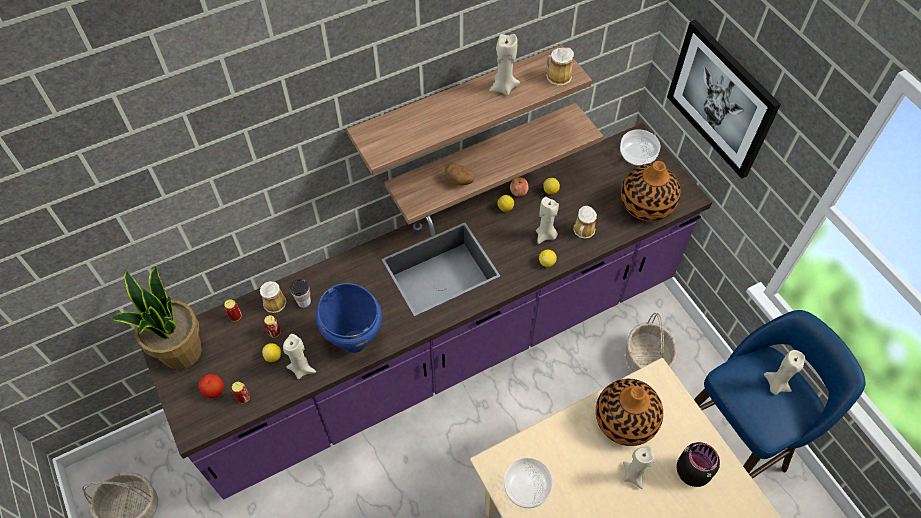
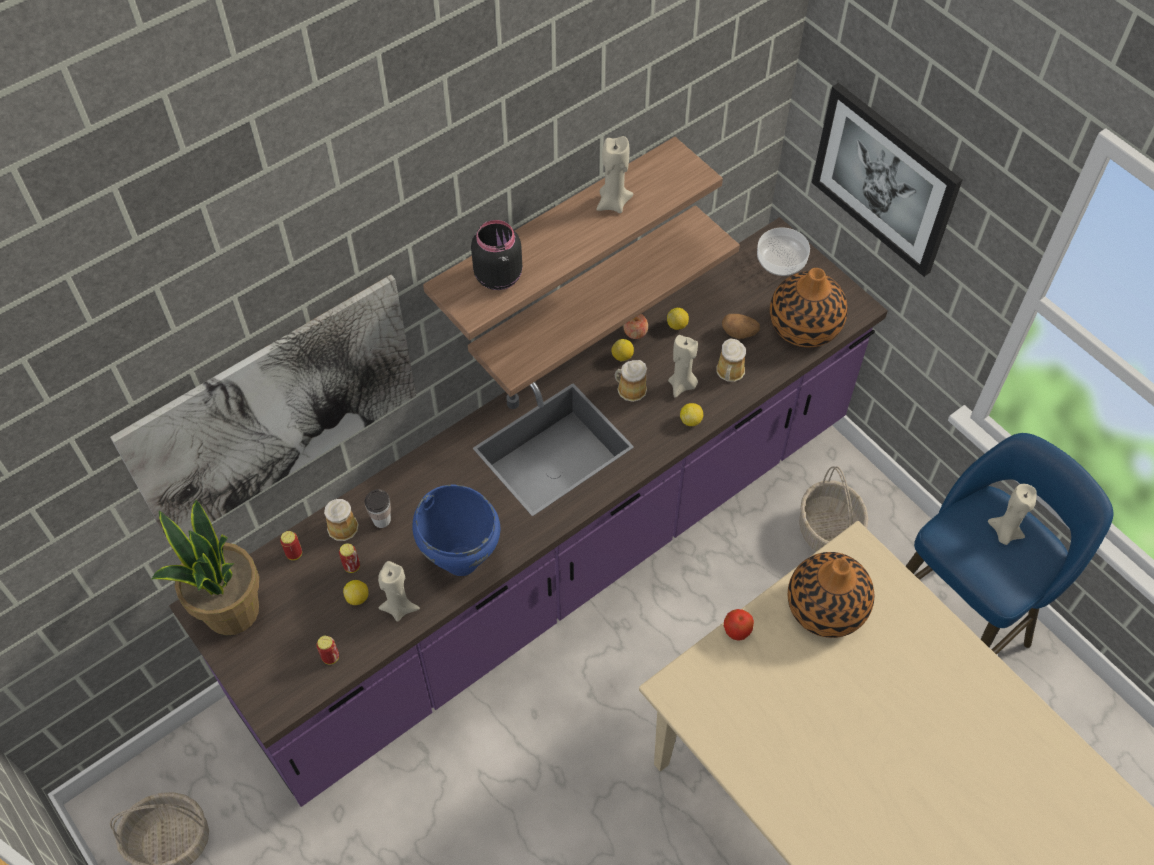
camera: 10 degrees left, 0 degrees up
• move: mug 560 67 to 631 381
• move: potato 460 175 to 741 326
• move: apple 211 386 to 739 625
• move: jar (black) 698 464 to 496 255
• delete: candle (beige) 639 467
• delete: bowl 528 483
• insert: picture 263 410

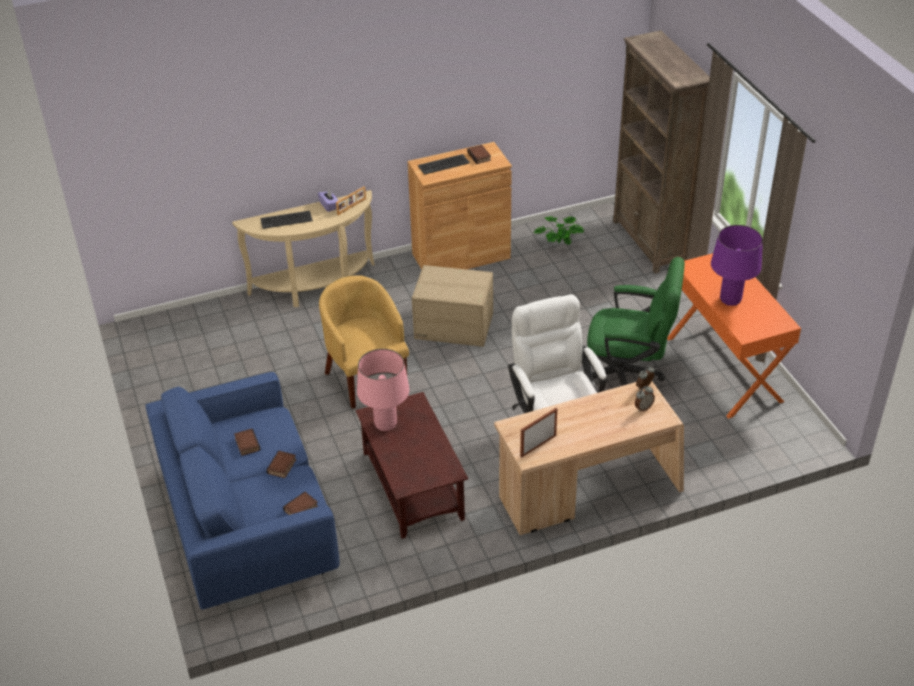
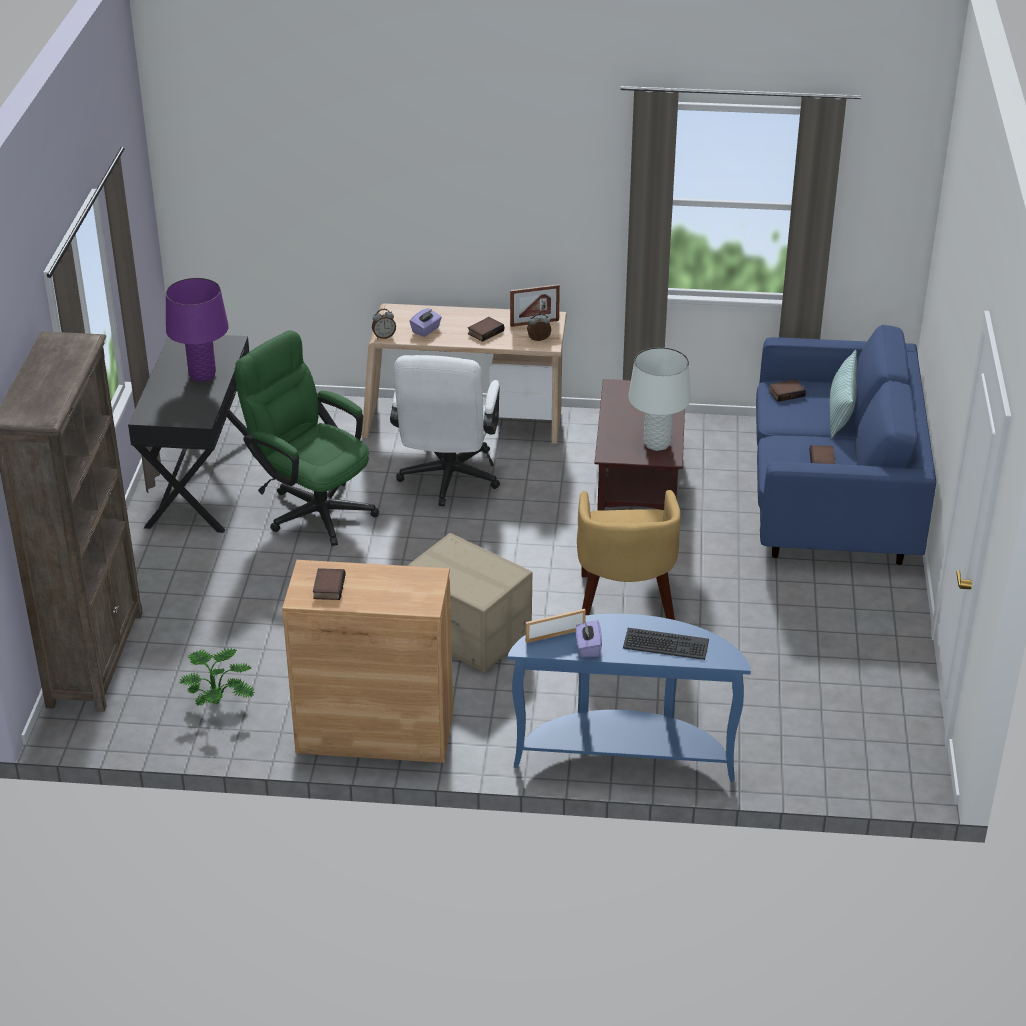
camera: 155 degrees left, 5 degrees down
• delete: keyboard 444 164
• recolor: console table (beige) 303 248 to console table (blue) 629 698
• recolor: desk (orange) 734 336 to desk (black) 188 434
• recolor: table lamp (pink) 383 390 to table lamp (white) 659 399
• move: alarm clock 645 399 to 539 327
• move: book 281 464 to 486 329
• insert: tissue box (purple) 426 322
• insert: pillow 843 394

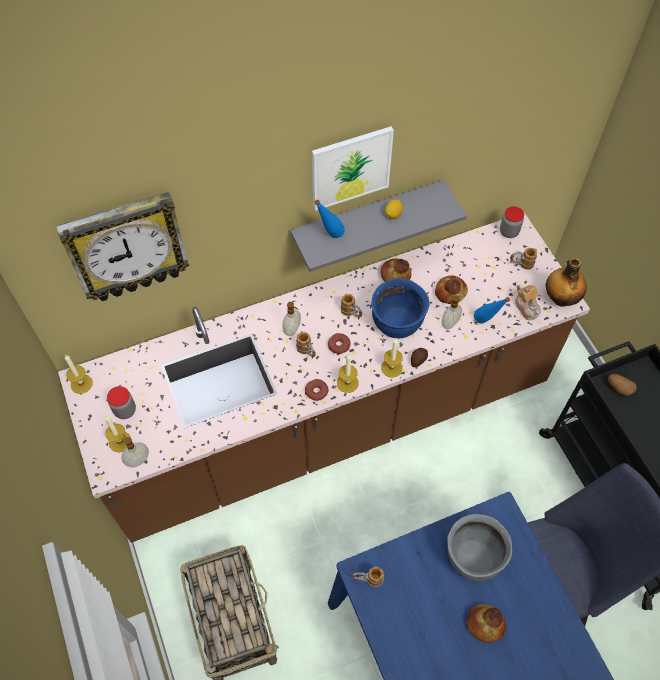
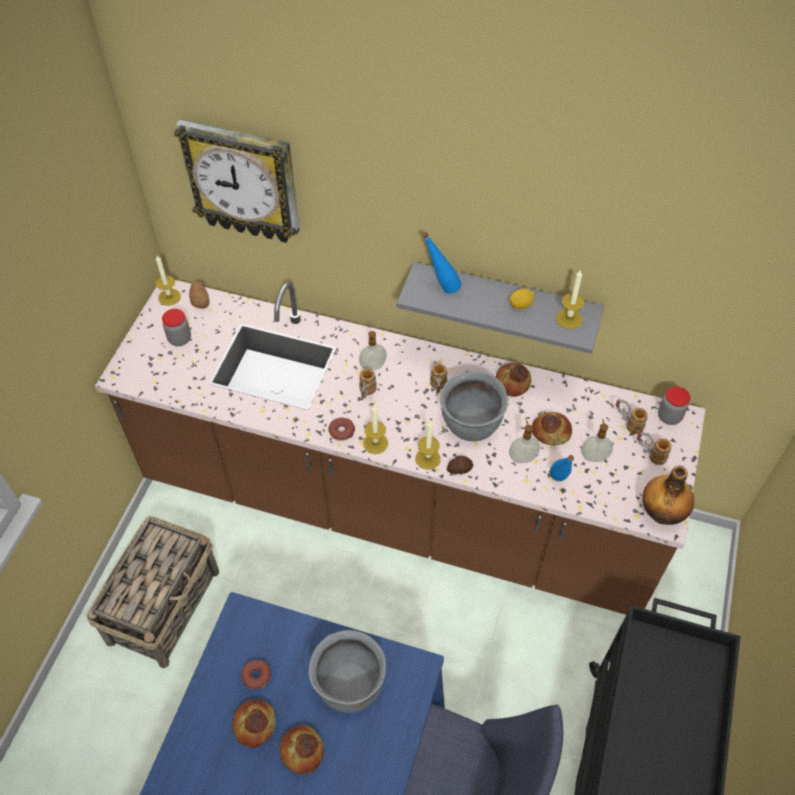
camera: 40 degrees right, 5 degrees down
• delete: picture 353 168
• recolor: cooking pot (blue) 400 308 to cooking pot (grey) 474 406
• delete: teapot 528 302
• move: donut 339 344 to 256 674
• move: potato 622 385 to 199 295
• move: candle 118 434 to 570 299
• move: soap dispenser 135 450 to 597 440
• move: mug 367 577 to 632 416
• insert: bread 254 724

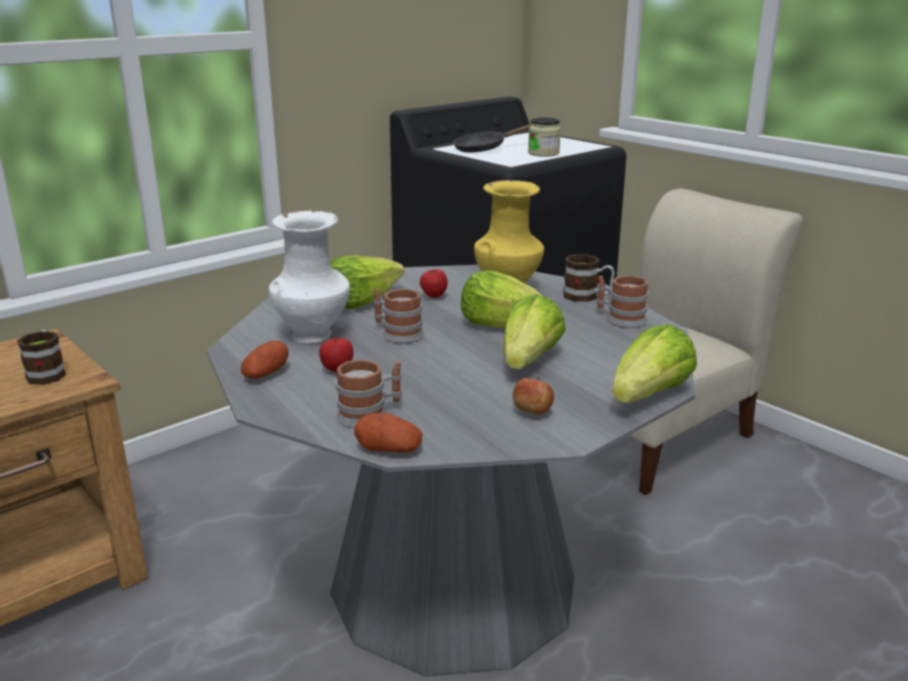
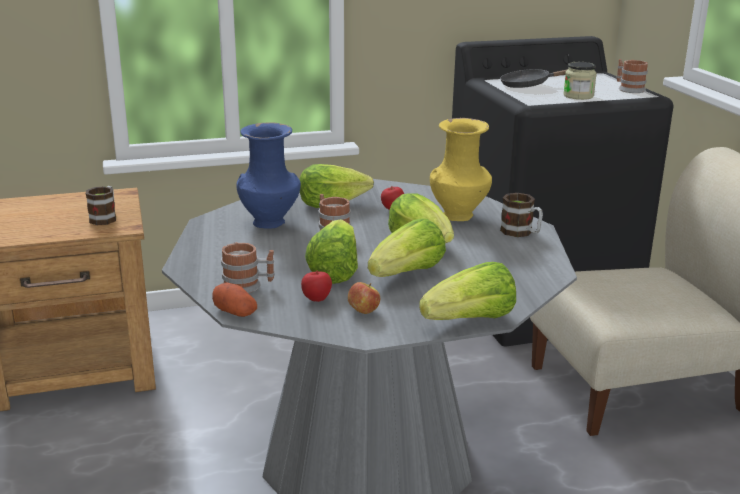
camera: 25 degrees right, 0 degrees up
• recolor: vase (white) 309 277 to vase (blue) 268 175
• move: mug 623 302 to 632 76
• move: apple 336 355 to 316 286
• delete: potato 265 359
• insert: lettuce 331 252

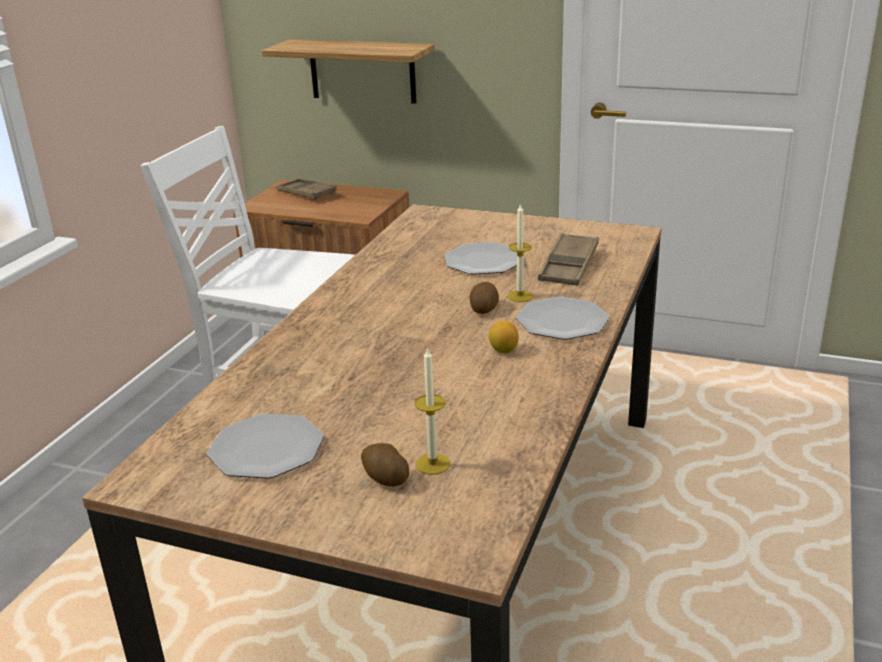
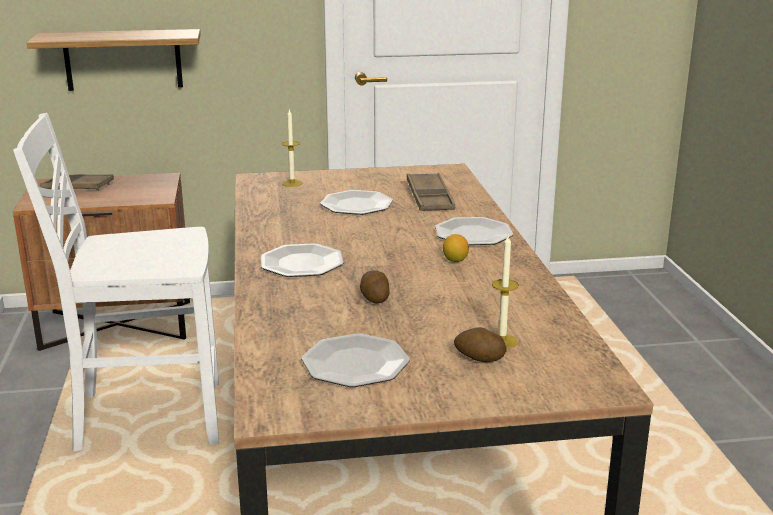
camera: 30 degrees left, 5 degrees down
• move: candle 520 252 to 292 148
• move: potato 484 298 to 375 287
• insert: plate 302 260

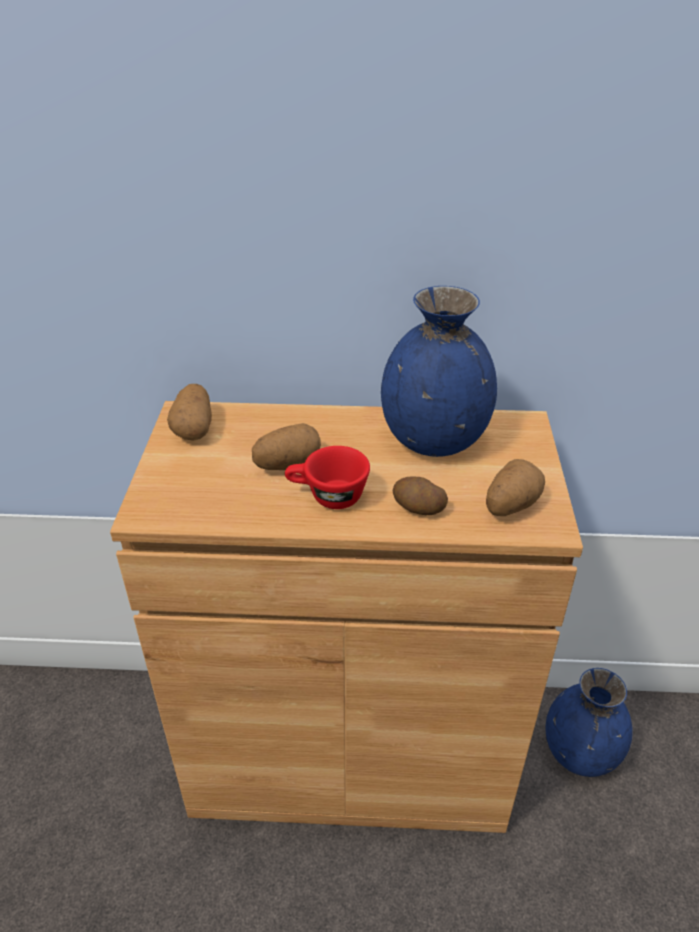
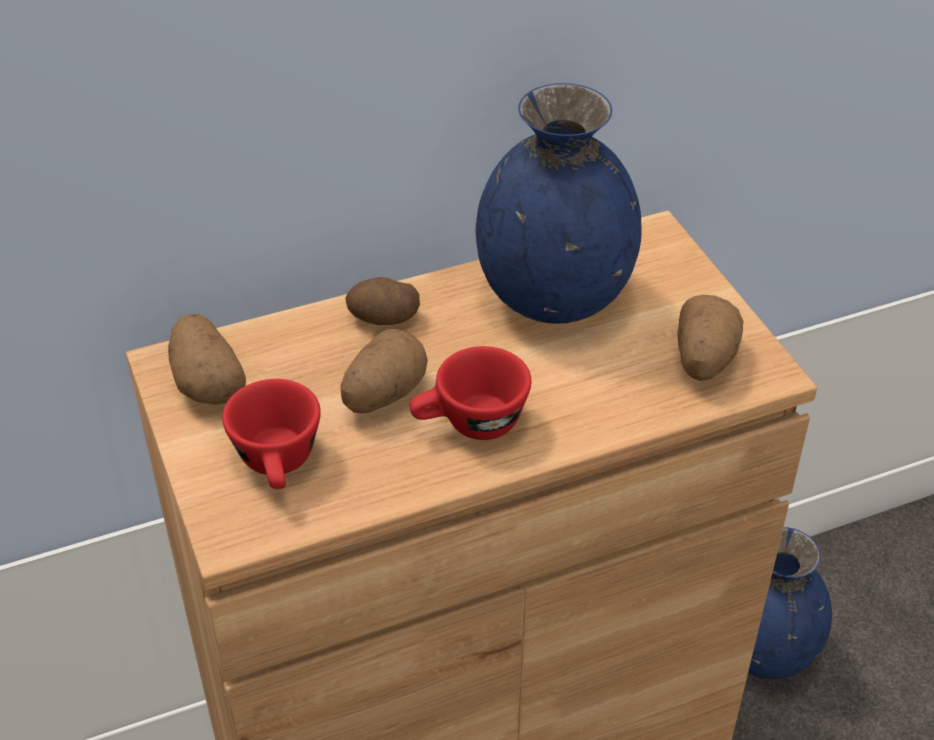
camera: 25 degrees left, 5 degrees up
• move: potato 420 495 to 382 301
• insert: cup (red) 271 434

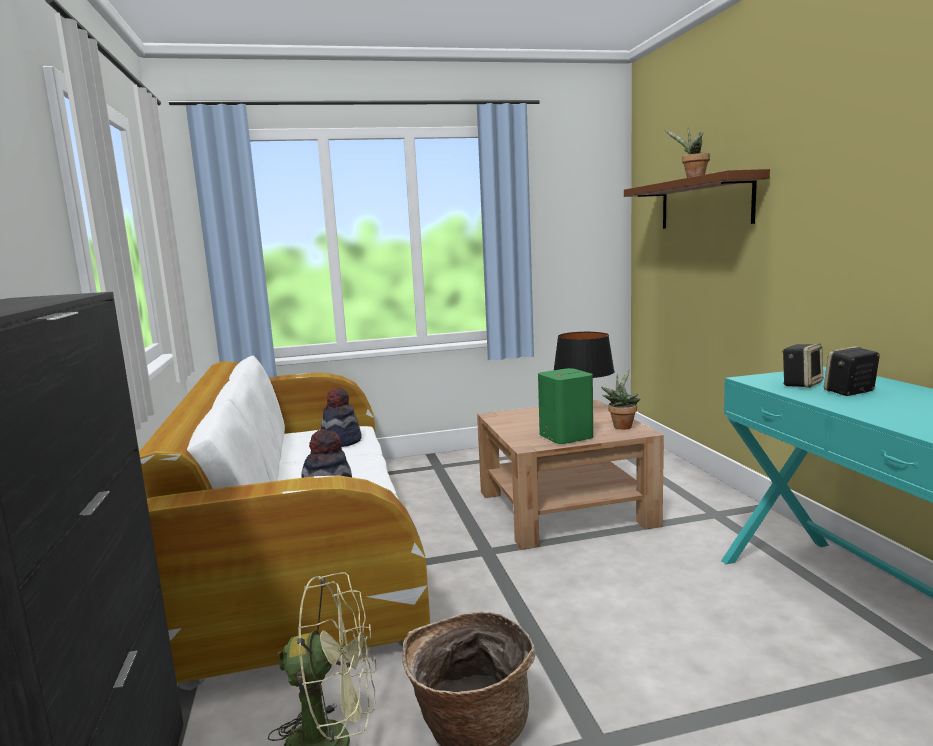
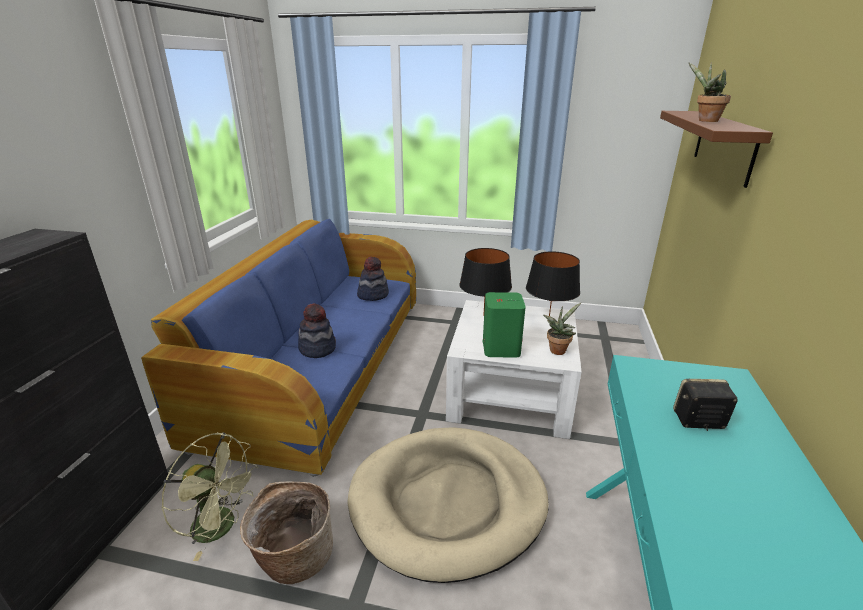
camera: 25 degrees right, 15 degrees up
• delete: speaker 802 365
• recolor: sofa (white) 284 523 to sofa (blue) 278 348
• recolor: coffee table (brown) 570 475 to coffee table (white) 514 369
• insert: table lamp (black) 485 282
• insert: dog bed (beige) 448 505

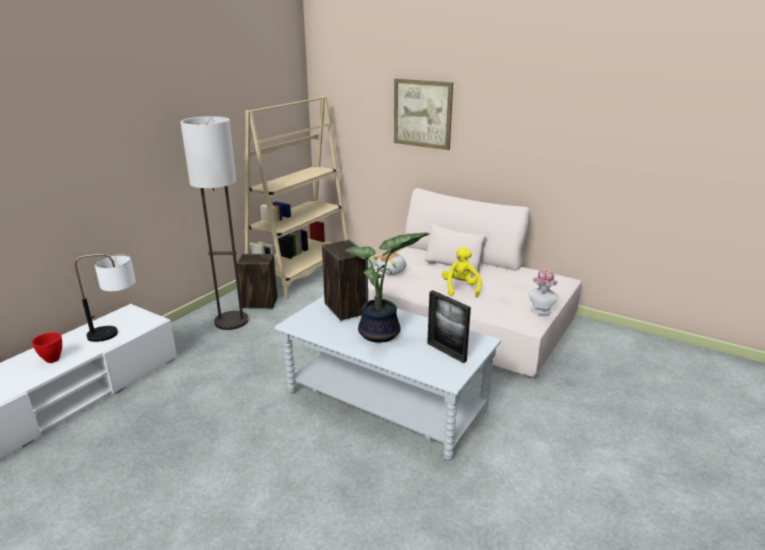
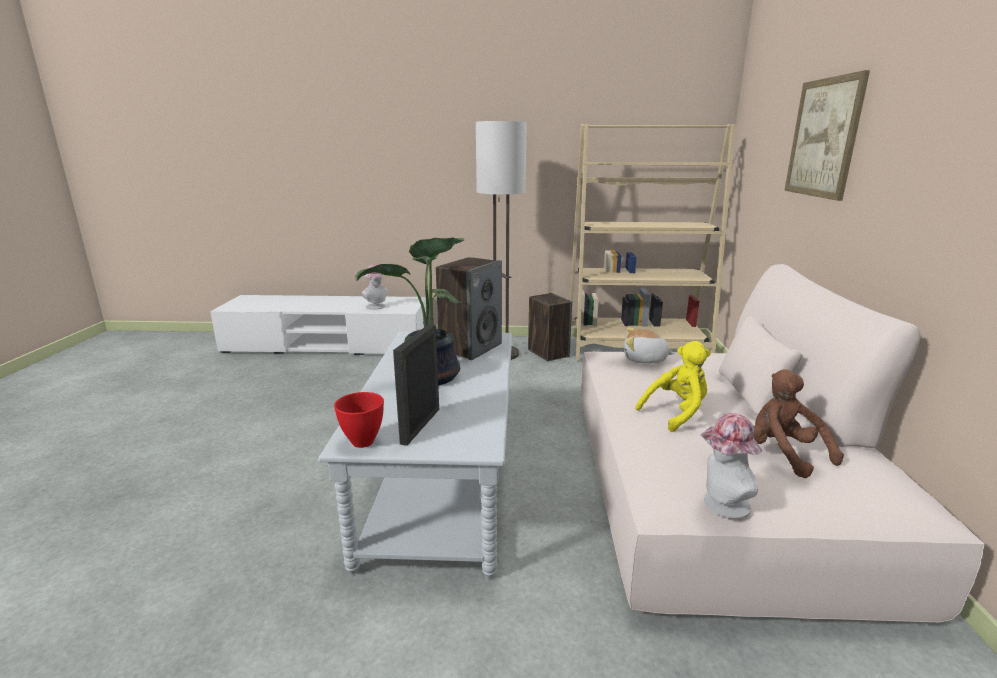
camera: 60 degrees right, 5 degrees down
• replace: table lamp 105 298 to hat 375 286
• move: bowl (red) 47 347 to 359 420
• insert: plush toy (brown) 798 423

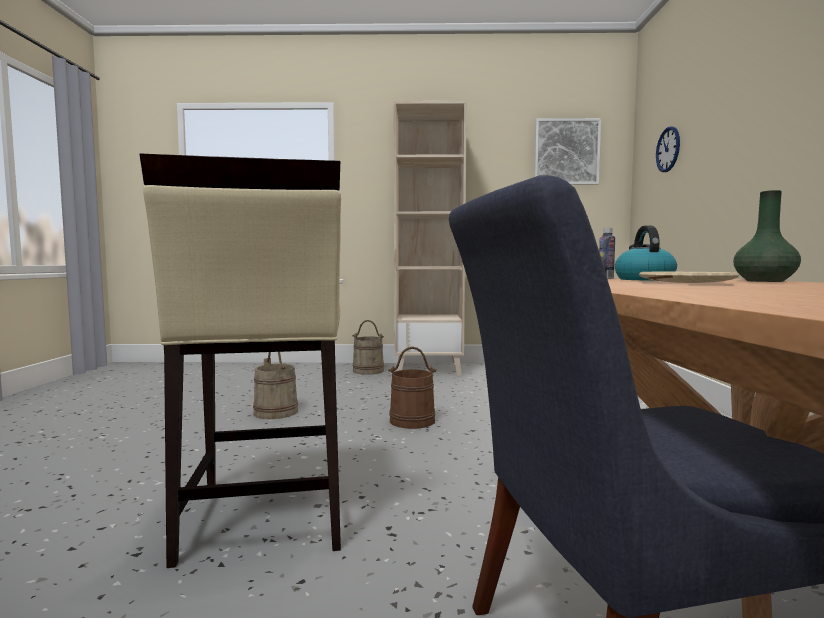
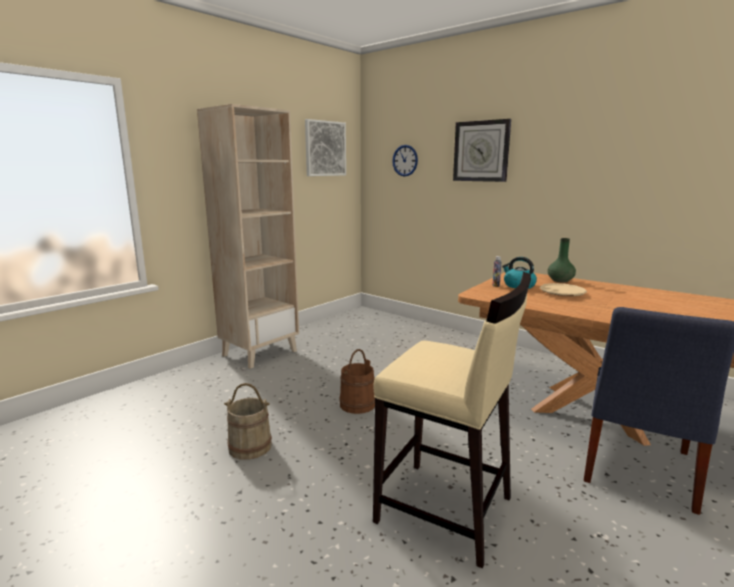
camera: 50 degrees left, 10 degrees up
• delete: bucket (beige) 368 347
• insert: wall clock 482 150

